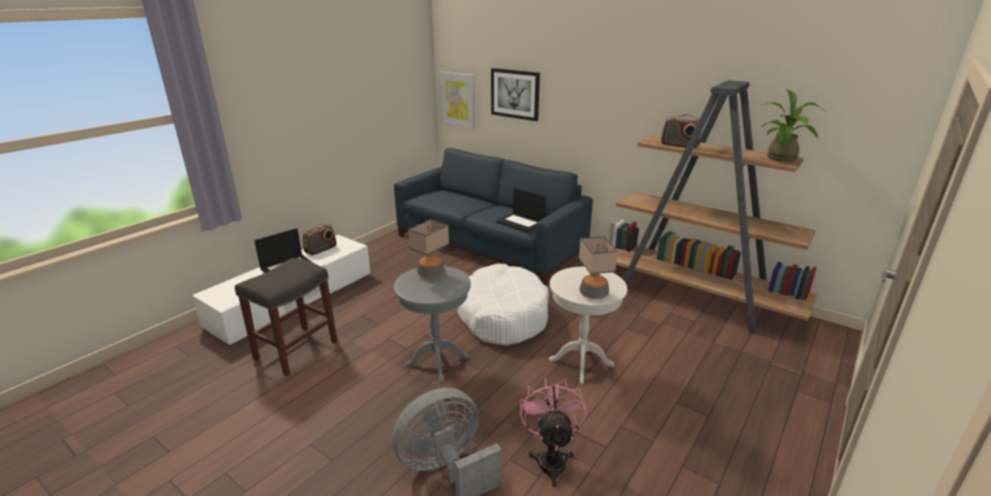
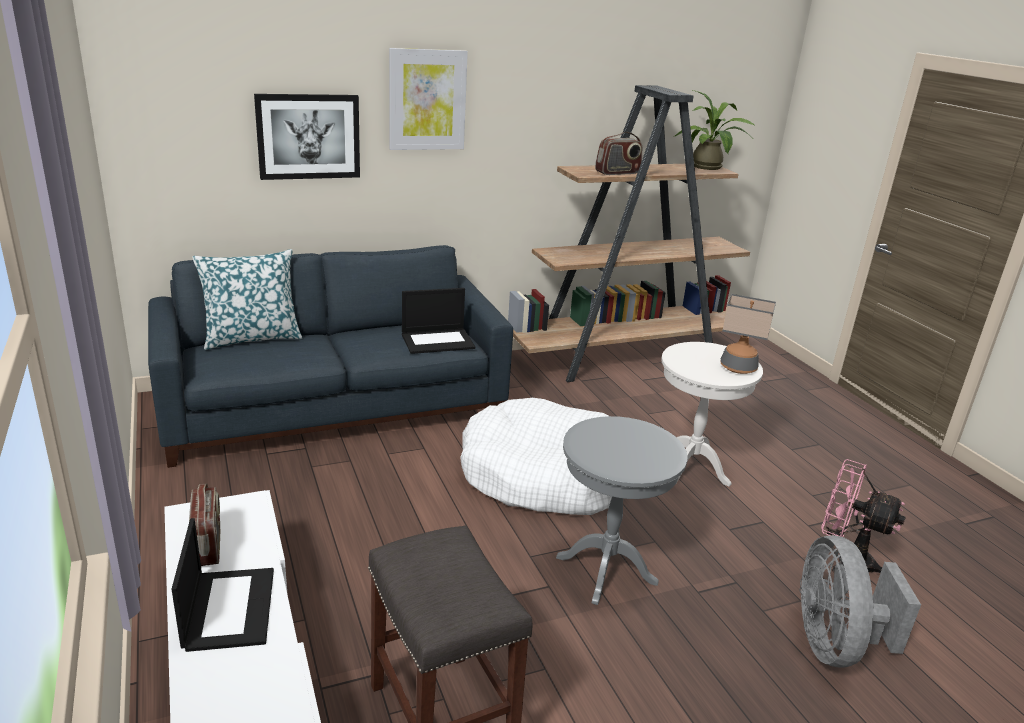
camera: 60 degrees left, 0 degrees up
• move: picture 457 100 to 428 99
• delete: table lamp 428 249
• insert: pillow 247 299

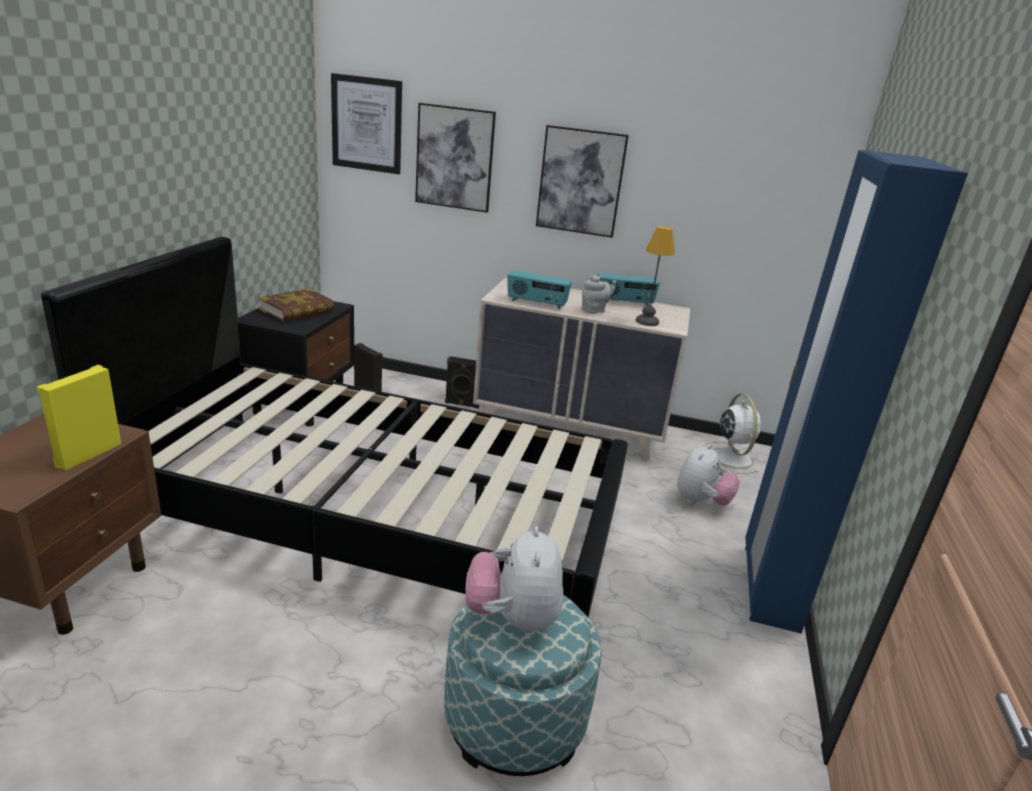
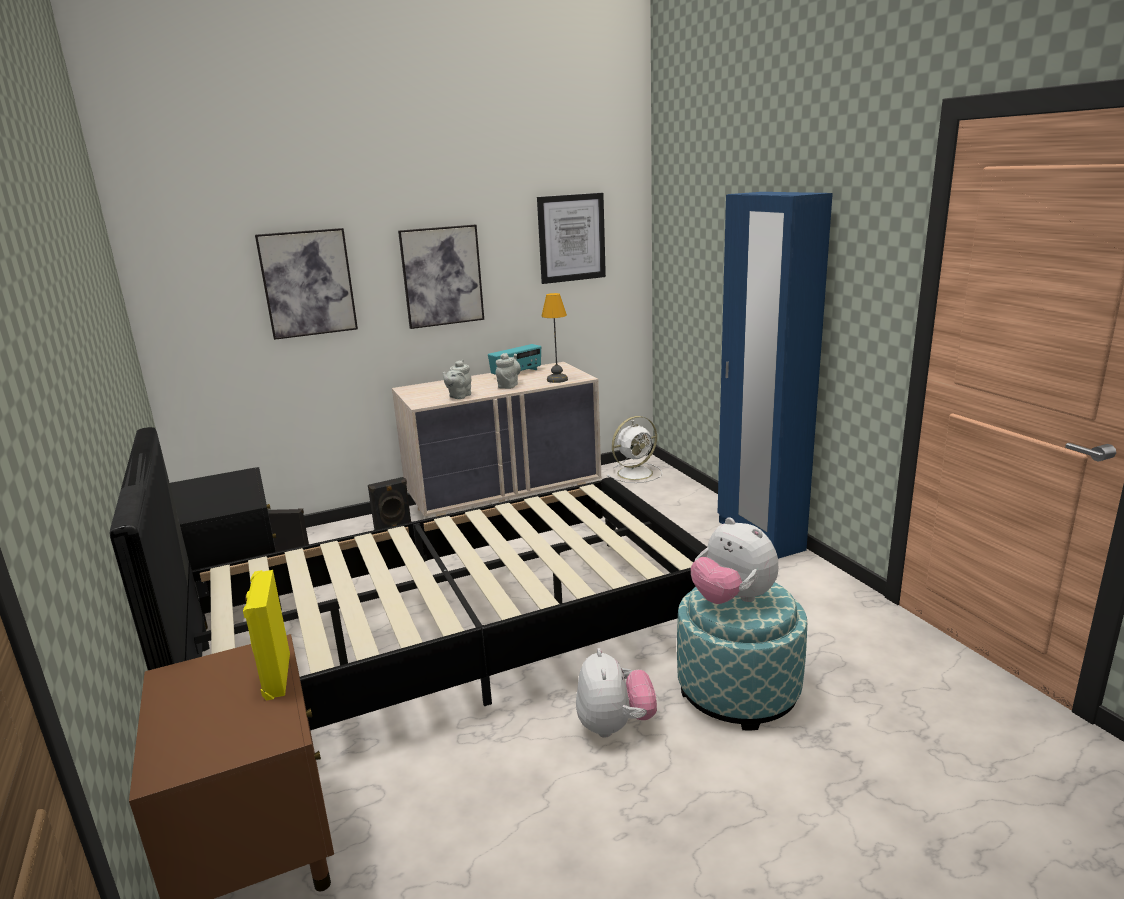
camera: 35 degrees left, 5 degrees down
• move: picture 366 123 to 571 238
• replace: radio 539 289 to teapot (grey) 457 379
• delete: book 296 305
• rotate: fan (white) 732 434 = 635 449 105 degrees clockwise
• move: plush toy 708 475 to 616 693

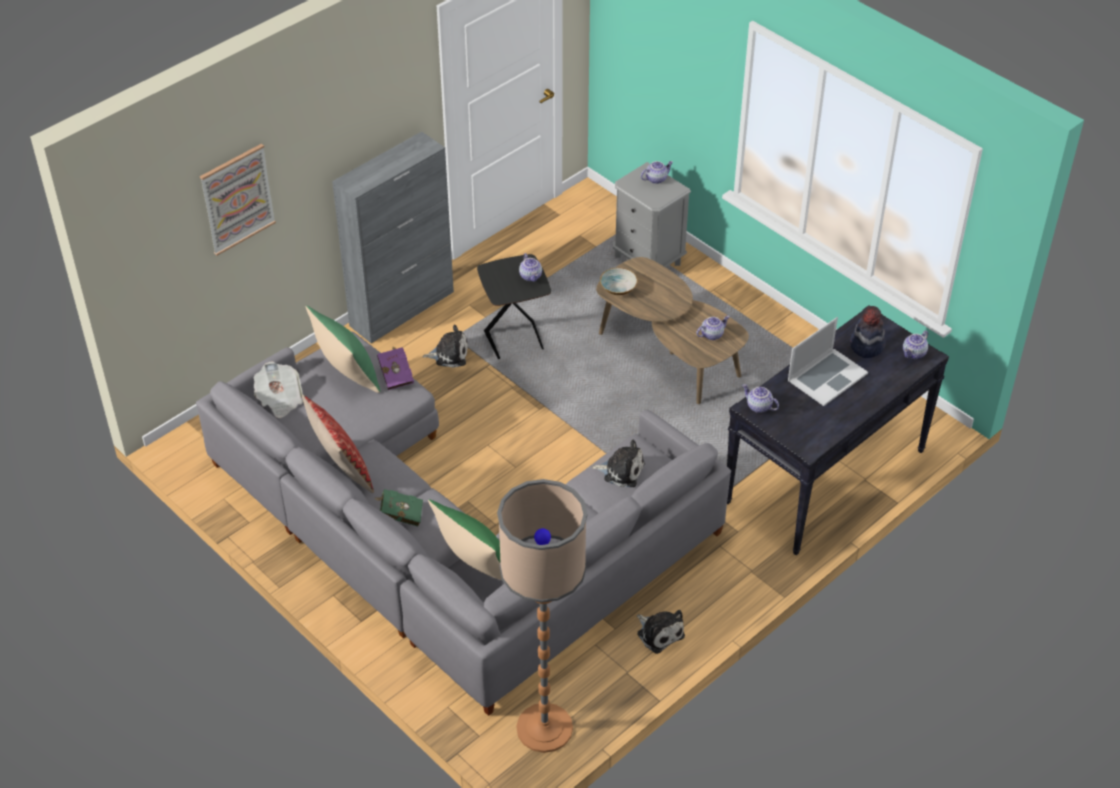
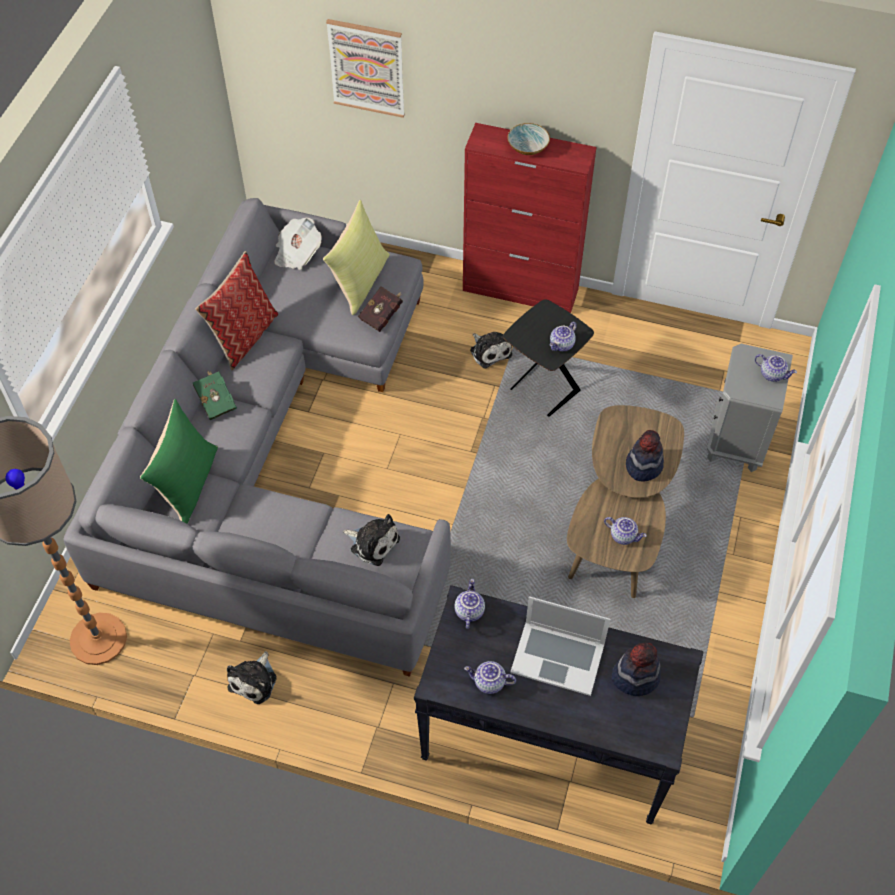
camera: 60 degrees right, 10 degrees up
• recolor: cabinet (grey) 393 237 to cabinet (red) 530 218
• move: bowl 619 281 to 528 139
• recolor: pillow (green) 343 349 to pillow (yellow) 356 257
• move: teapot 915 344 to 490 677
• recolor: book (purple) 395 368 to book (red) 380 309
• rotate: plush toy 618 463 = 371 540 45 degrees counterclockwise
• insert: hat 645 456

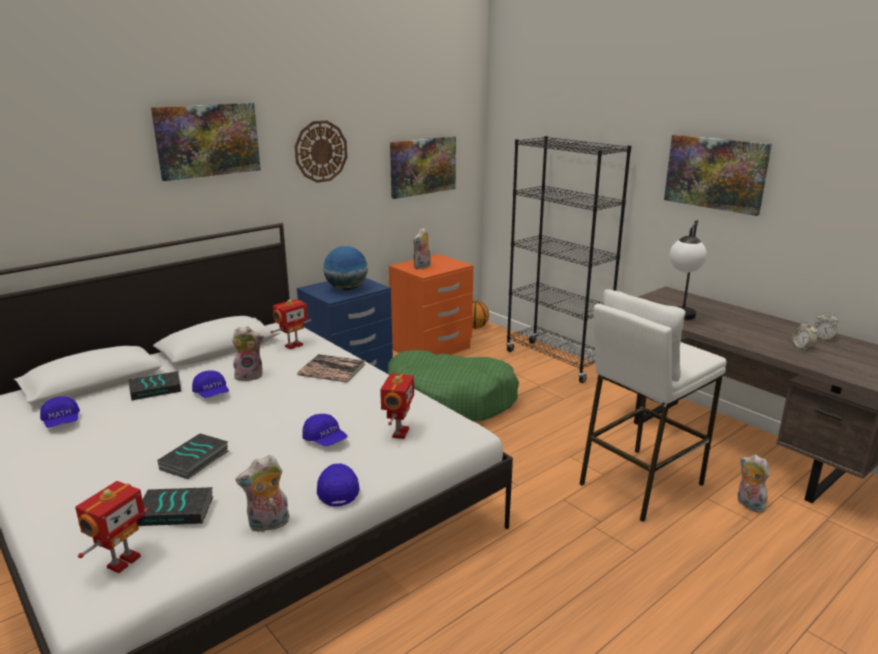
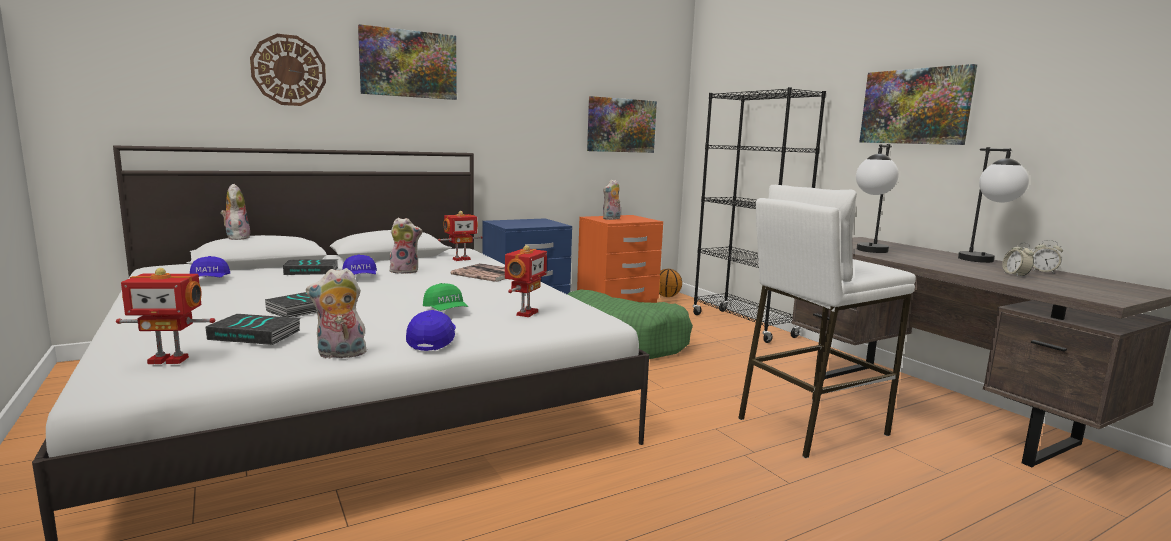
camera: 10 degrees right, 10 degrees down
• move: wall clock 321 151 to 288 70
• delete: globe 346 268
• recolor: cap (blue) 325 430 to cap (green) 445 297
• move: plush toy 753 484 to 235 212
• rotate: toy robot 112 527 = 165 316 45 degrees clockwise
• insert: table lamp 993 205

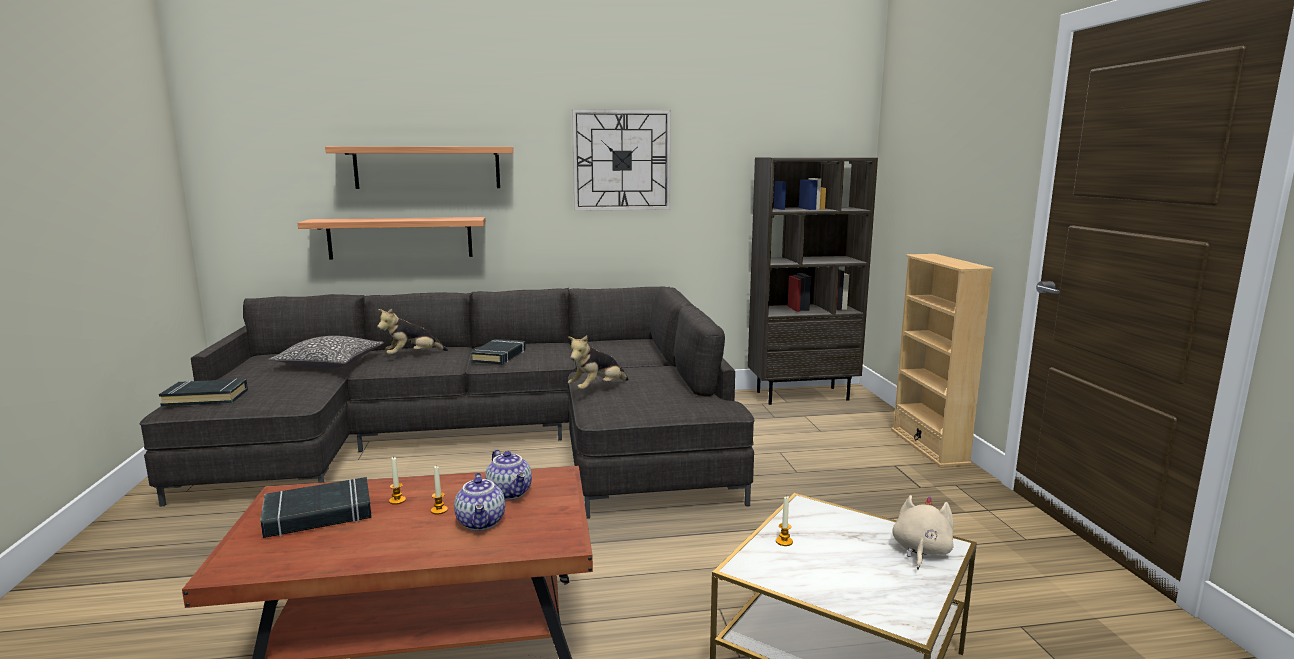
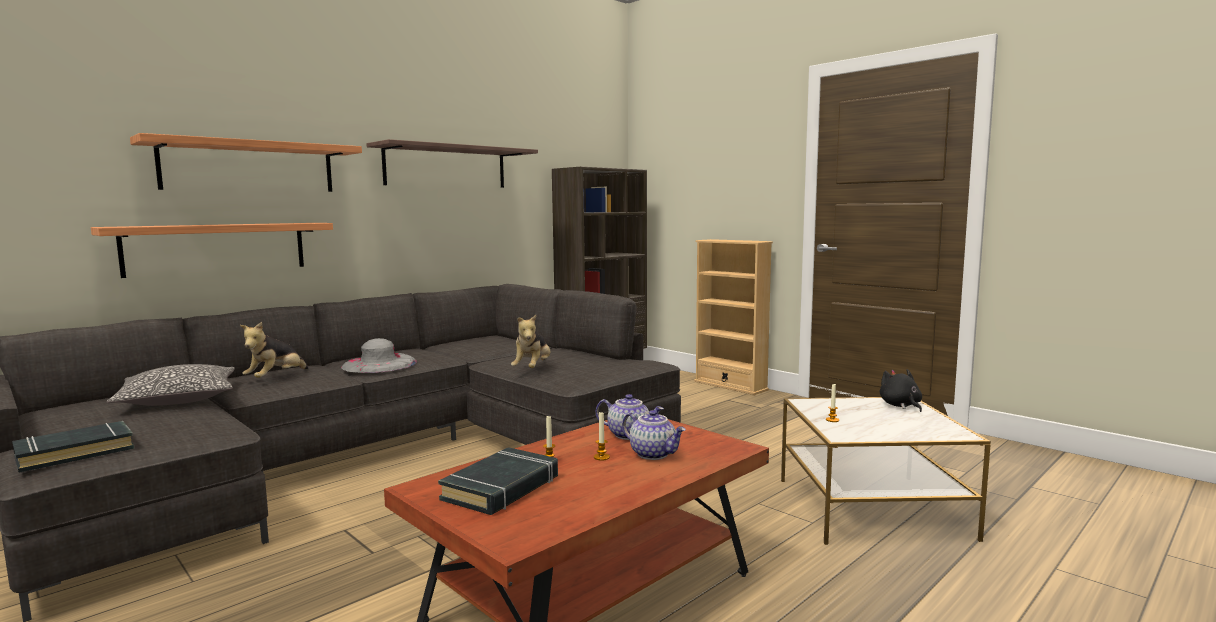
camera: 35 degrees left, 5 degrees down
• replace: wall clock 621 160 to shelf 452 163
• replace: book (black) 498 351 to hat (grey) 379 355
• recolor: plush toy (beige) 923 532 to plush toy (black) 901 390

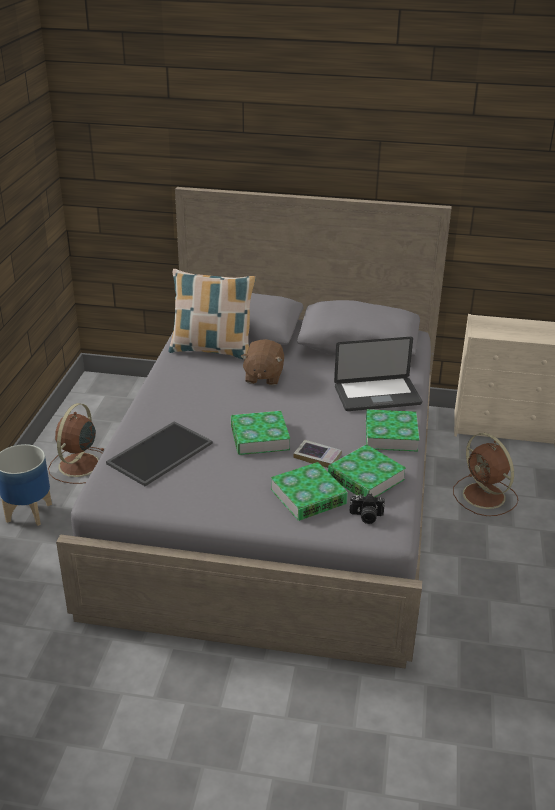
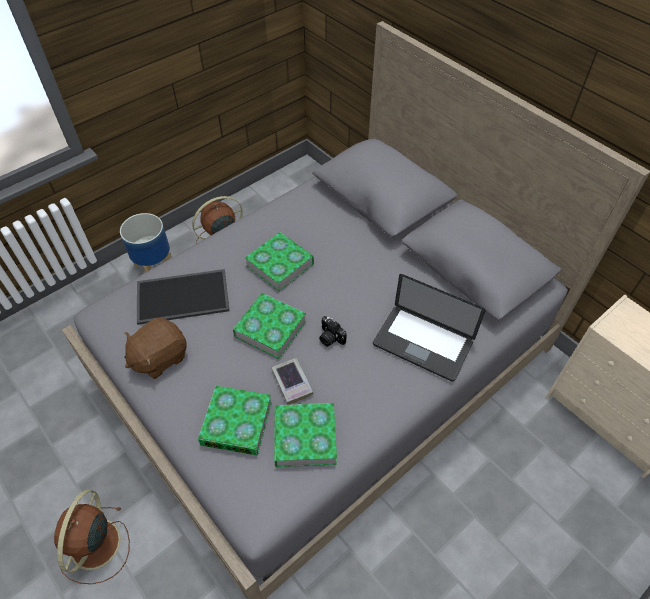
camera: 40 degrees right, 20 degrees up
• delete: pillow 212 314
• move: plush toy (brown) 262 362 to 155 348
• move: book 393 430 to 279 261
• move: fan (brown) 485 474 to 92 537
• move: photo camera 367 508 to 333 331

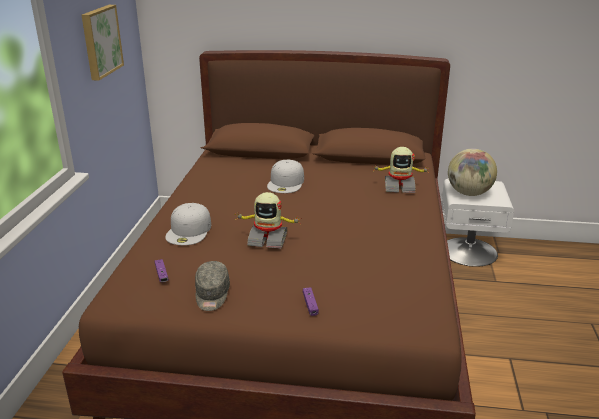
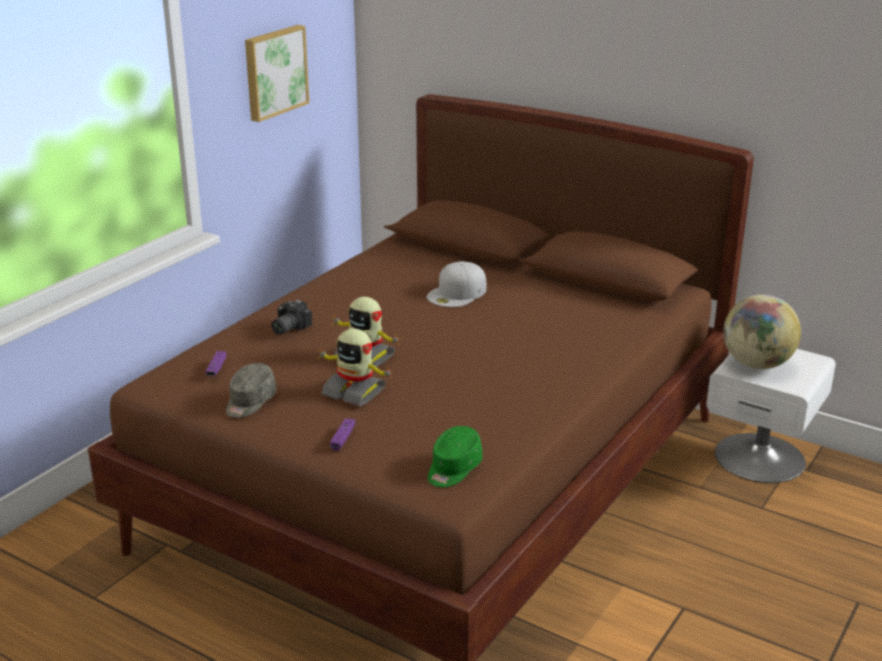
camera: 25 degrees right, 0 degrees up
• move: toy robot 400 170 to 355 367
• replace: cap (white) 188 224 to photo camera 291 317
• insert: cap (green) 455 456

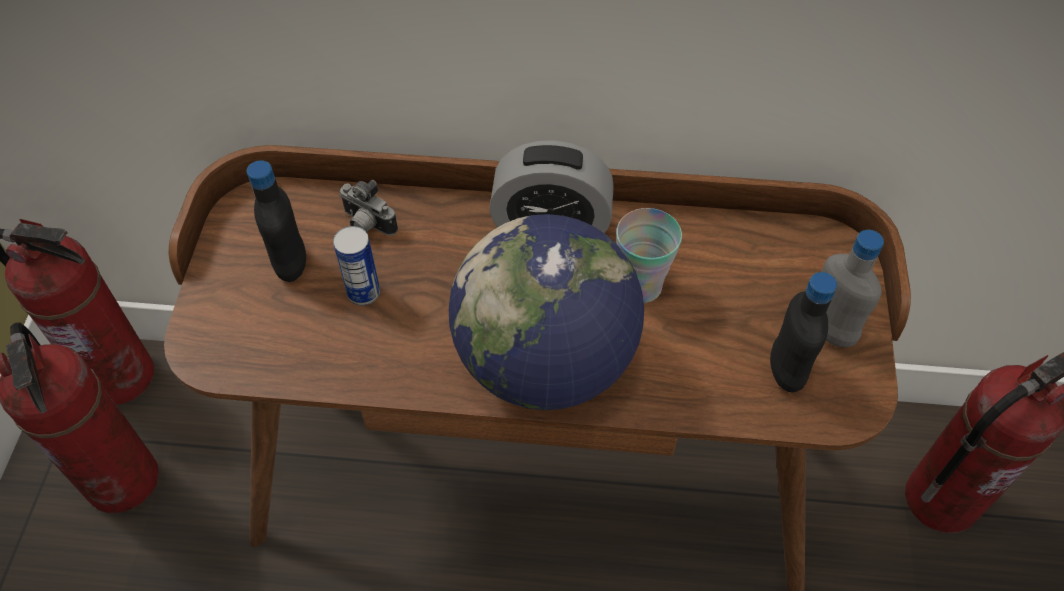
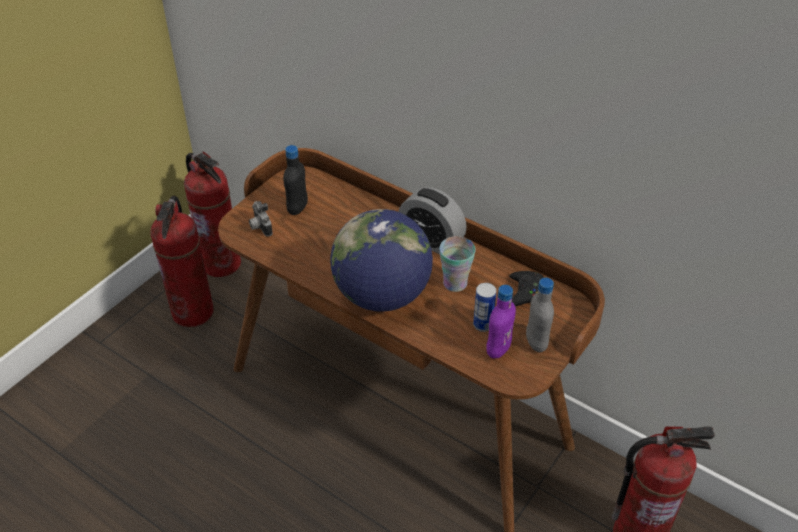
camera: 30 degrees right, 10 degrees down
• move: photo camera 368 208 to 261 219
• move: can 356 265 to 485 307
• recolor: bottle (black) 803 332 to bottle (purple) 501 322
• insert: game controller (black) 526 288

